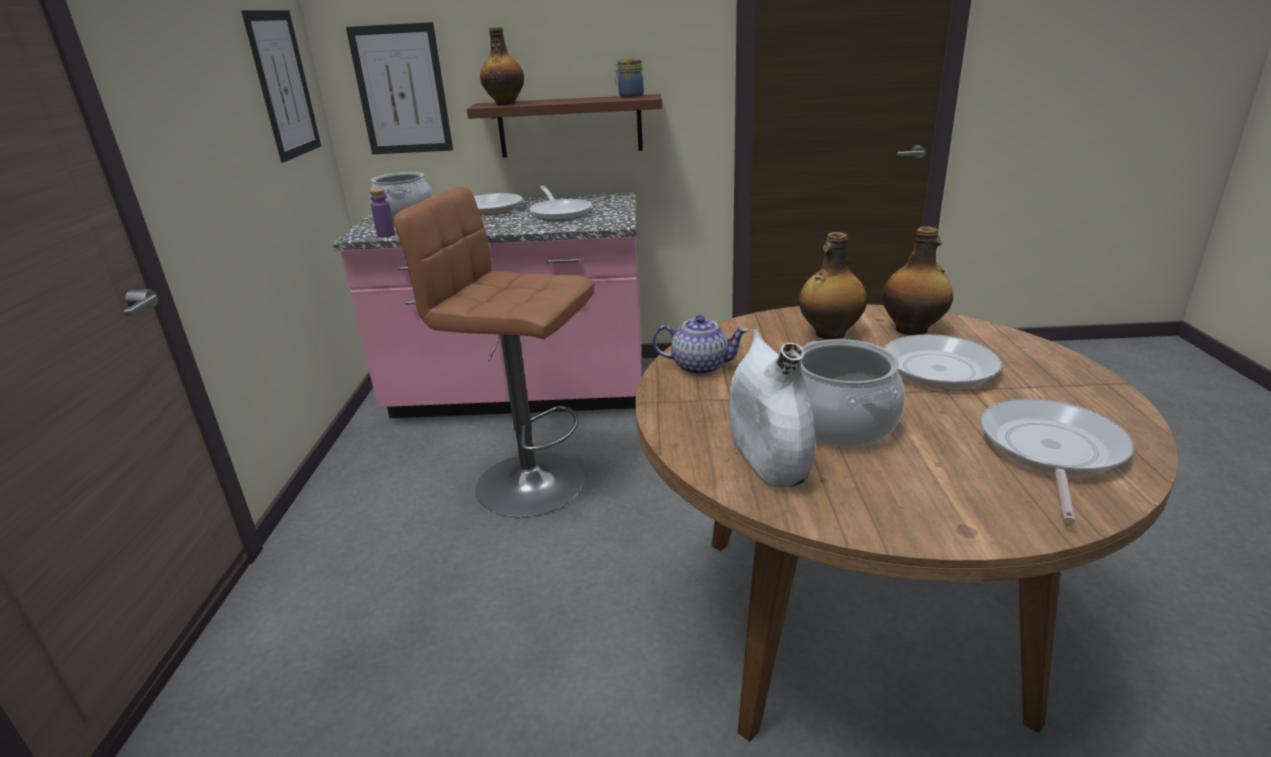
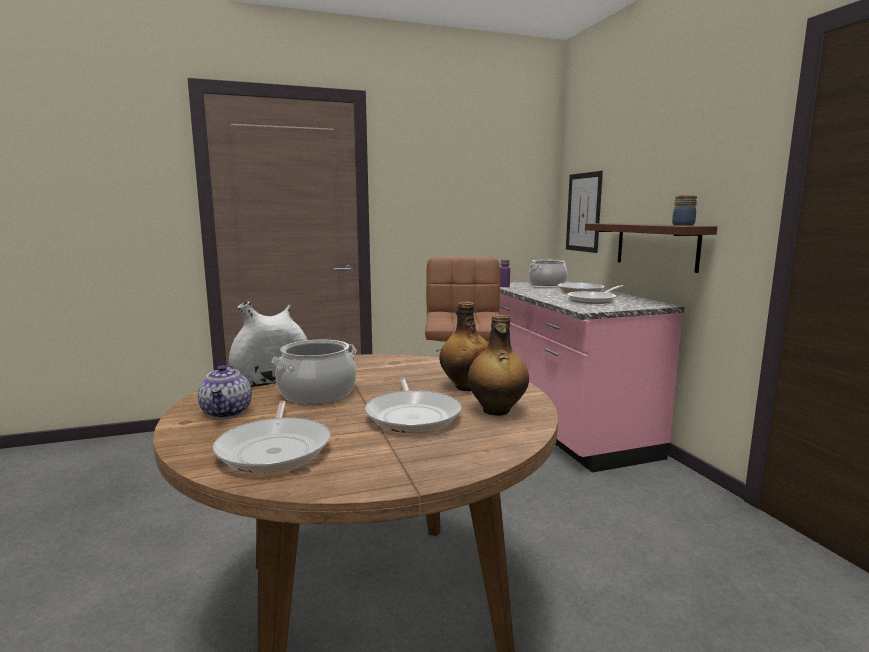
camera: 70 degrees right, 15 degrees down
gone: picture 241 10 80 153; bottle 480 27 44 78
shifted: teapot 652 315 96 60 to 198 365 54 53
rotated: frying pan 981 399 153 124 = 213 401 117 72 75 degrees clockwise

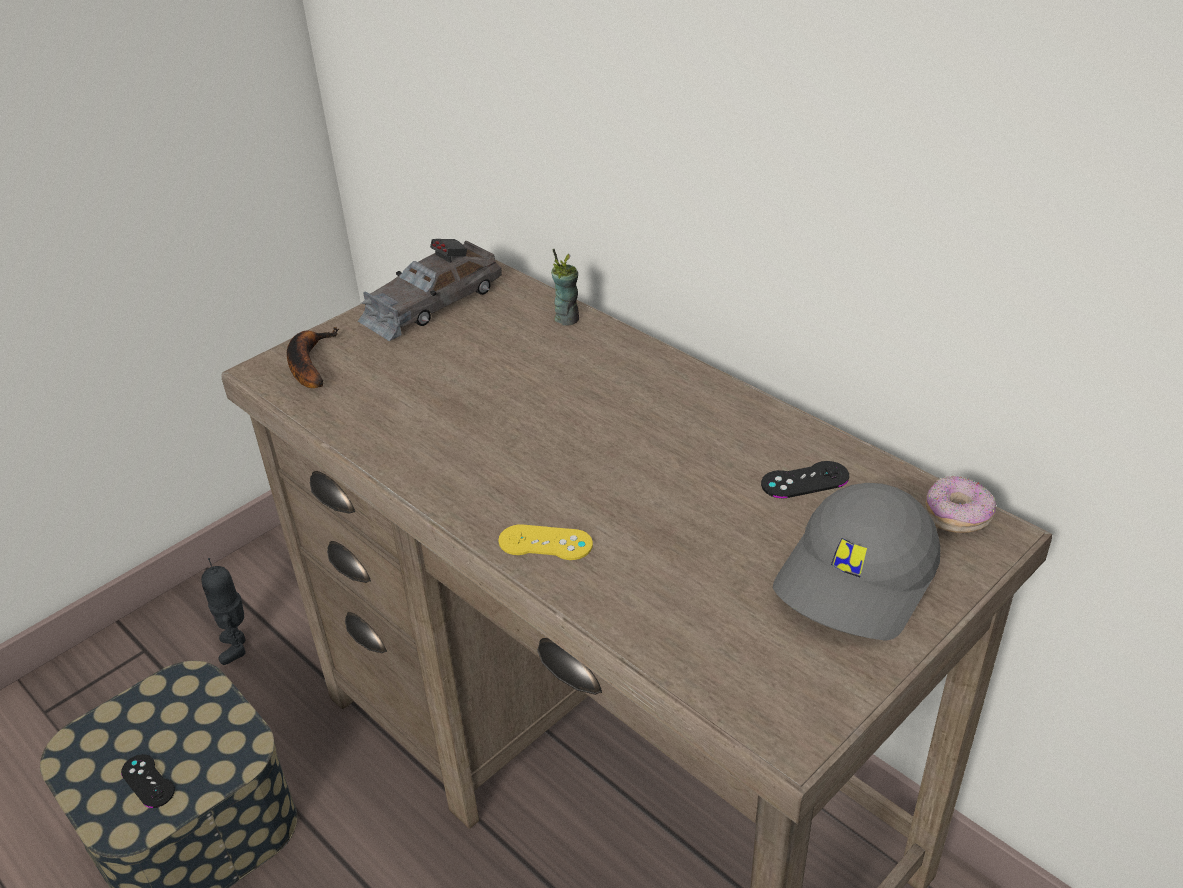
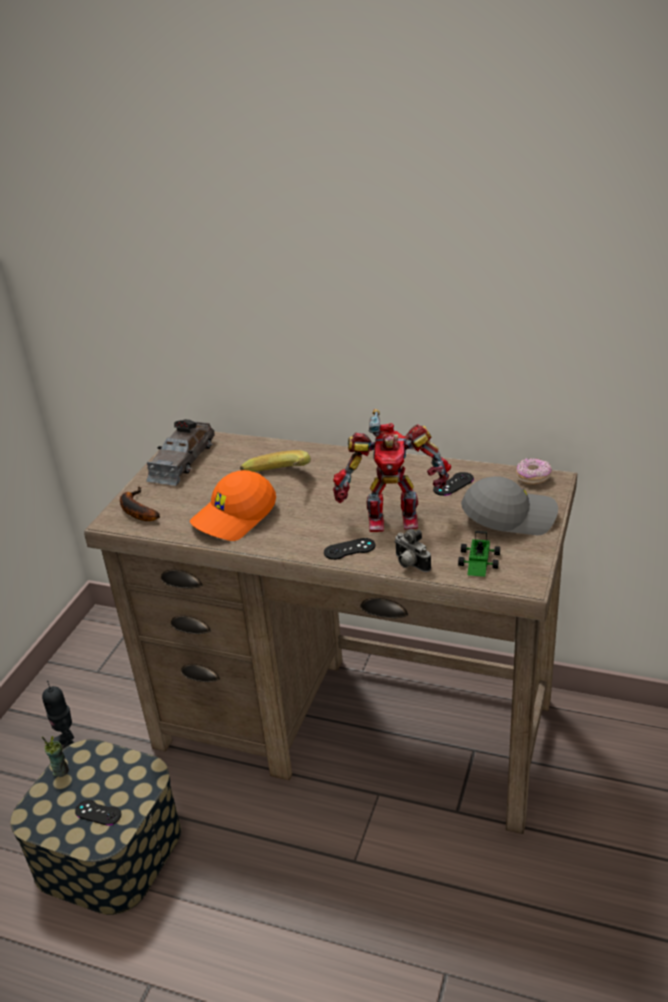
camera: 25 degrees left, 5 degrees down
new: cap in orange 190 470 86 71; banana 240 450 71 22; toy robot 333 409 118 123; photo camera 394 529 37 43; toy car 458 531 42 46
shifted: cup 551 249 28 77 to 42 736 27 41
repainted: game controller in yellow 498 525 95 35 to game controller in black 324 538 51 22
rotated: cap in grey 773 483 168 158 = 461 476 97 59 105 degrees counterclockwise

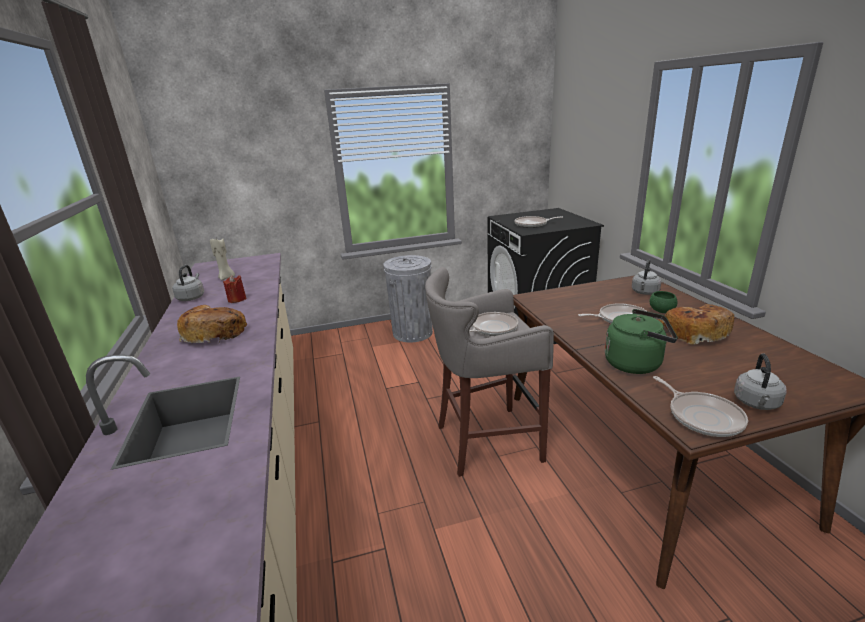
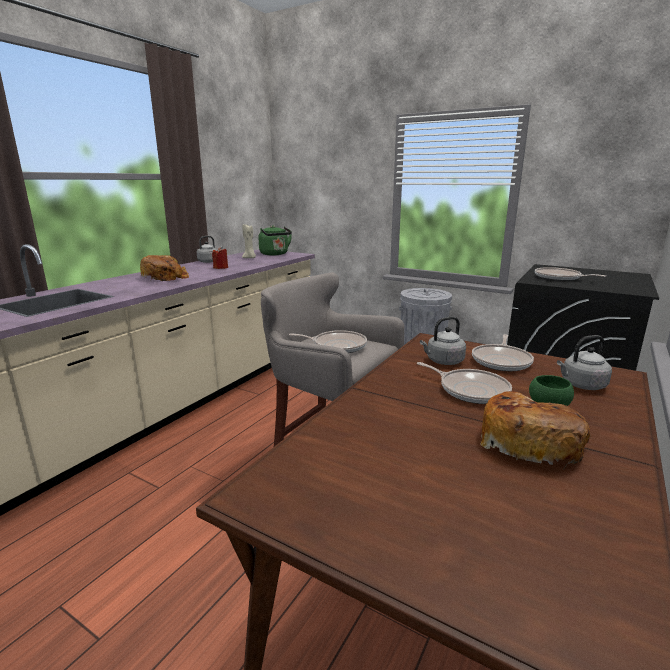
camera: 45 degrees right, 5 degrees down
shifted: kettle in green 605 309 73 65 to 259 225 33 30; frying pan 653 376 95 61 to 472 334 62 37; kettle in grey 734 353 53 57 to 420 316 46 49

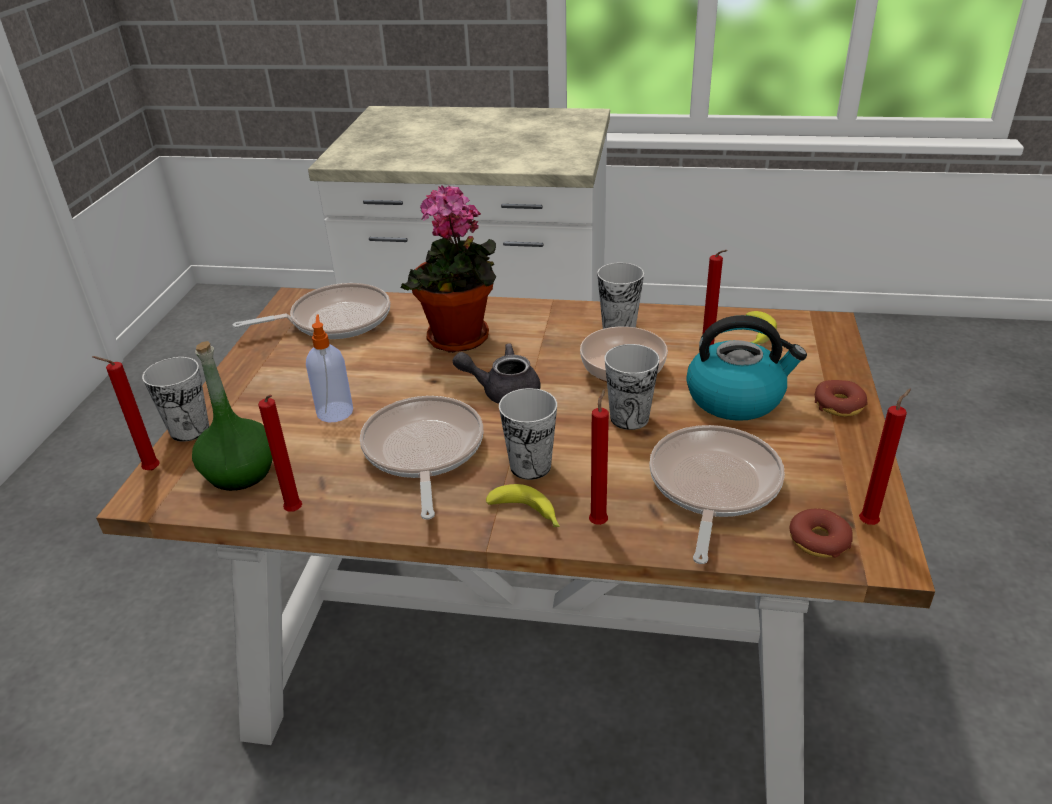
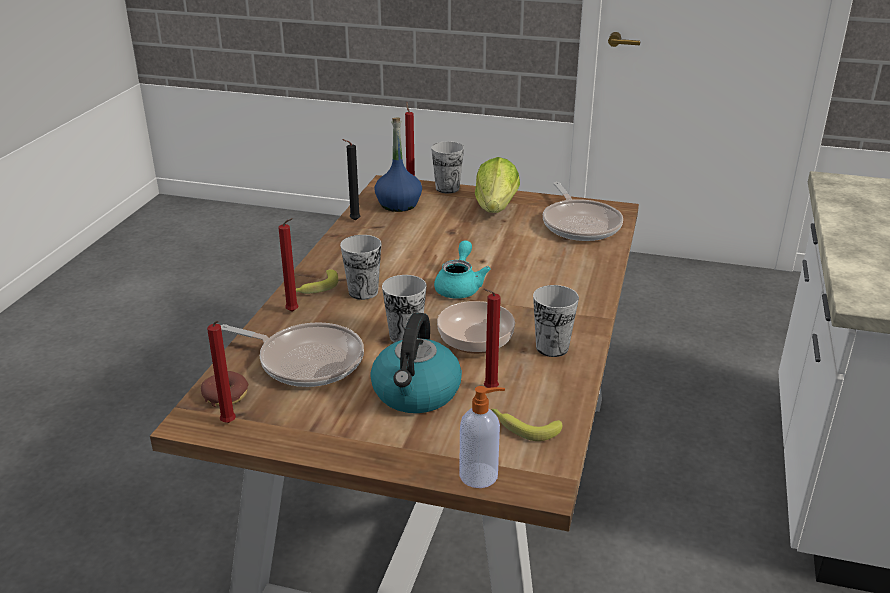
camera: 95 degrees right, 5 degrees down
gone: frying pan 360 396 123 124; potted plant 401 185 95 168; donut 815 380 53 37
new: lettuce 475 157 45 56
shifted: soap dispenser 306 314 47 108 to 459 386 46 102
repainted: bottle in green 192 341 81 150 to bottle in blue 374 117 48 95; candle in red 258 395 44 117 to candle in black 342 139 18 81; teapot in grey 453 343 88 61 to teapot in turquoise 434 240 57 58

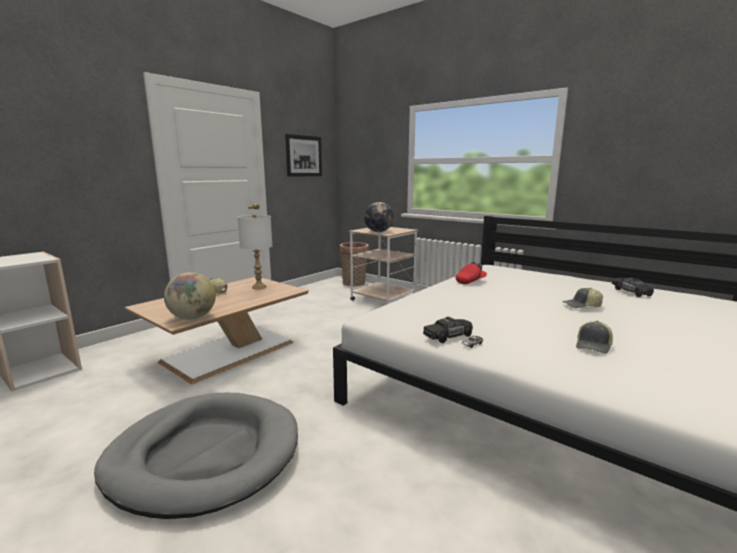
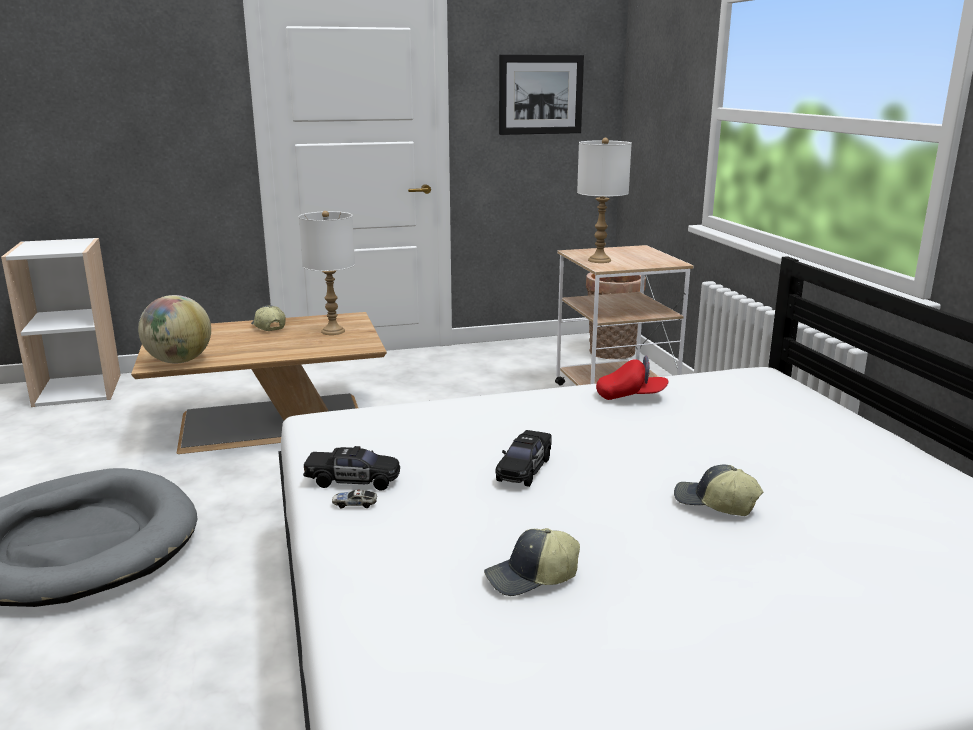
camera: 35 degrees right, 5 degrees up
shifted: toy car in black 612 277 42 20 to 496 430 56 57
swapped: globe 364 202 30 30 to table lamp in white 577 138 55 125

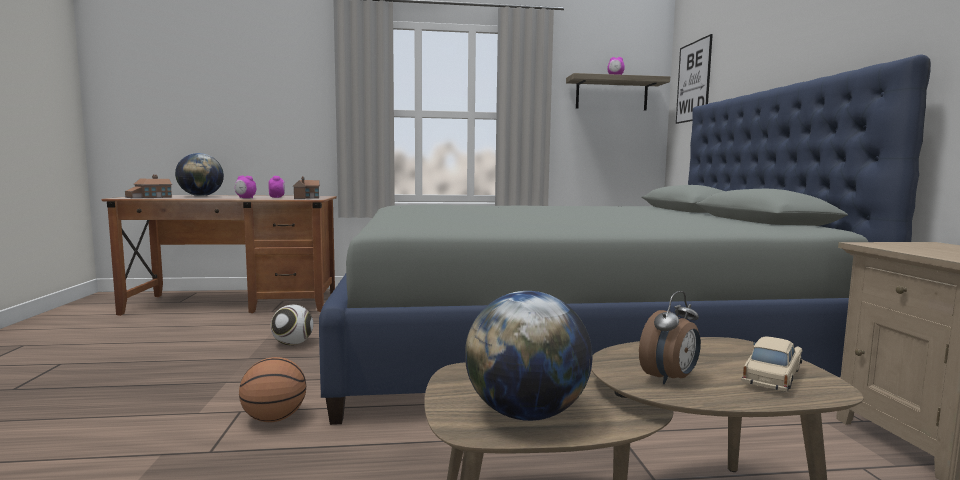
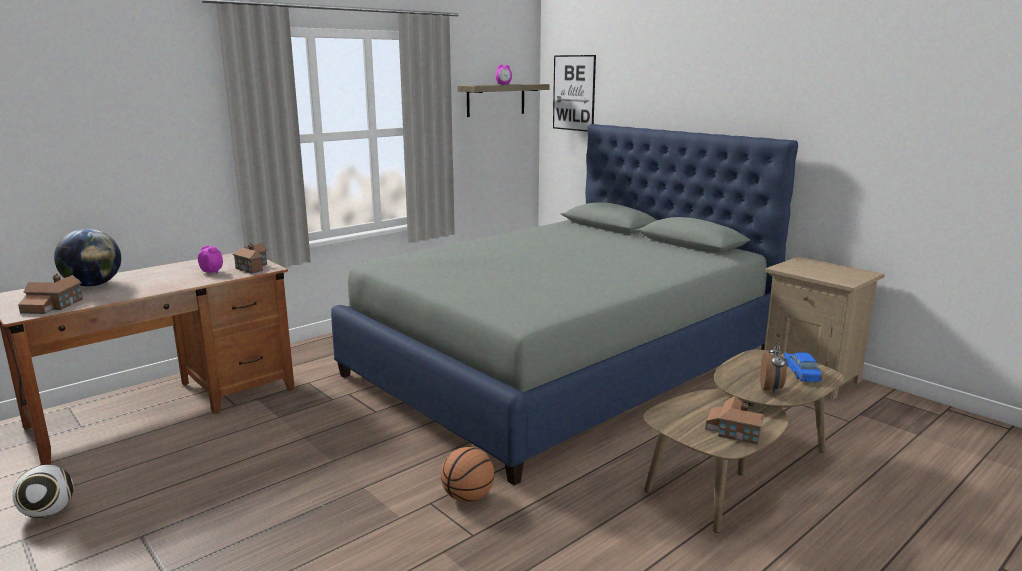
camera: 35 degrees left, 10 degrees up
gone: alarm clock 235 176 21 22
shifted: football 271 305 42 40 to 12 465 62 53
swapped: globe 465 291 127 130 to toy house 705 396 58 49
repainted: toy car in beige 742 337 61 54 to toy car in blue 784 352 39 30

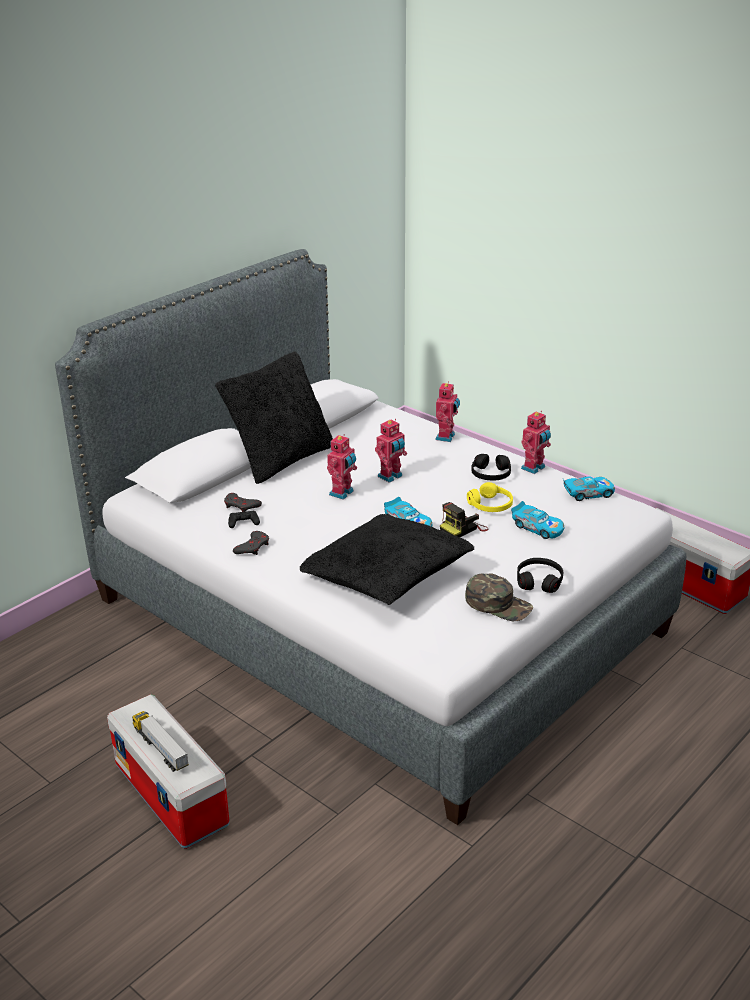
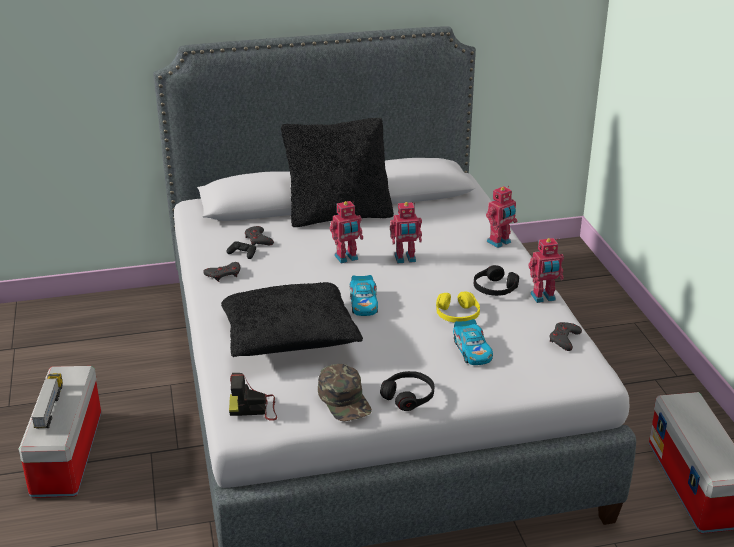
camera: 35 degrees right, 0 degrees up
shifted: photo camera 440 502 48 36 to 229 373 48 48
swapped: toy car 563 476 52 25 to game controller in grey 550 322 32 29

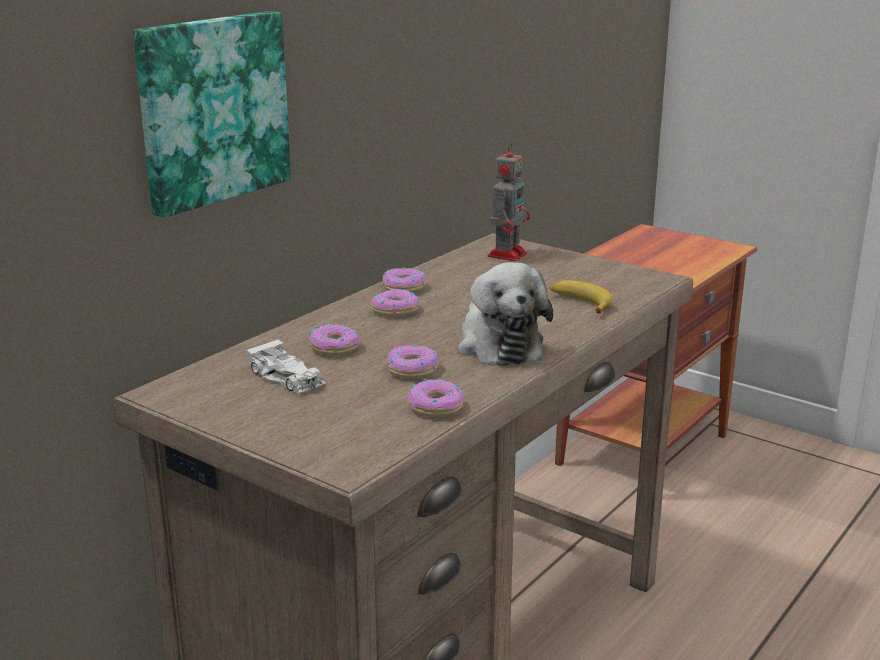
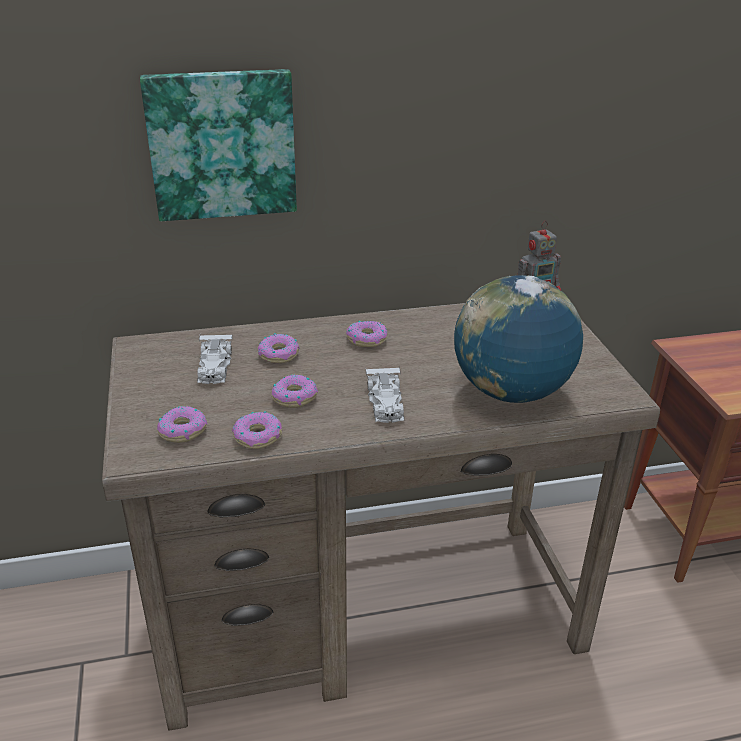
camera: 40 degrees right, 10 degrees up
shifted: donut 382 267 44 26 to 157 406 51 37
swapped: plush toy 458 262 95 104 to toy car in white 366 367 38 56; banana 550 280 63 33 to globe 454 275 129 128

